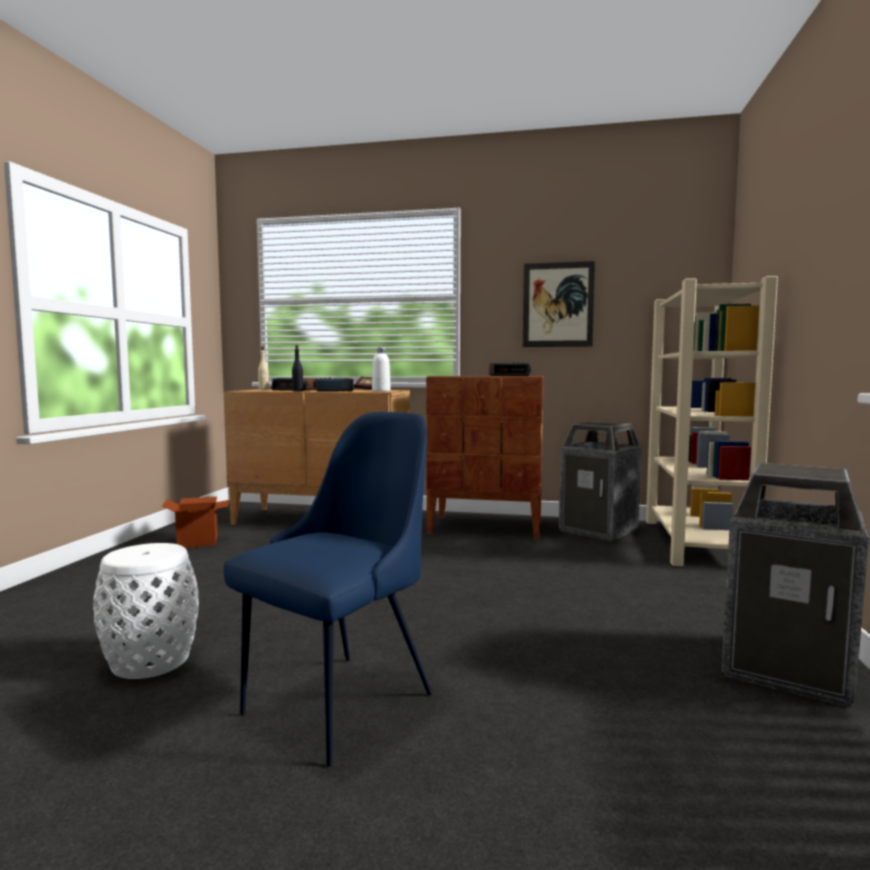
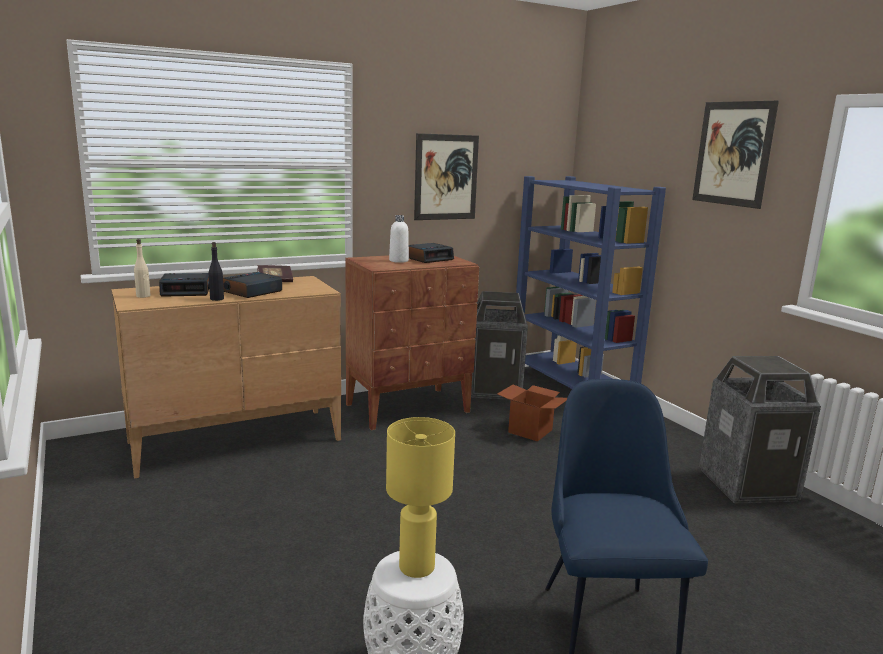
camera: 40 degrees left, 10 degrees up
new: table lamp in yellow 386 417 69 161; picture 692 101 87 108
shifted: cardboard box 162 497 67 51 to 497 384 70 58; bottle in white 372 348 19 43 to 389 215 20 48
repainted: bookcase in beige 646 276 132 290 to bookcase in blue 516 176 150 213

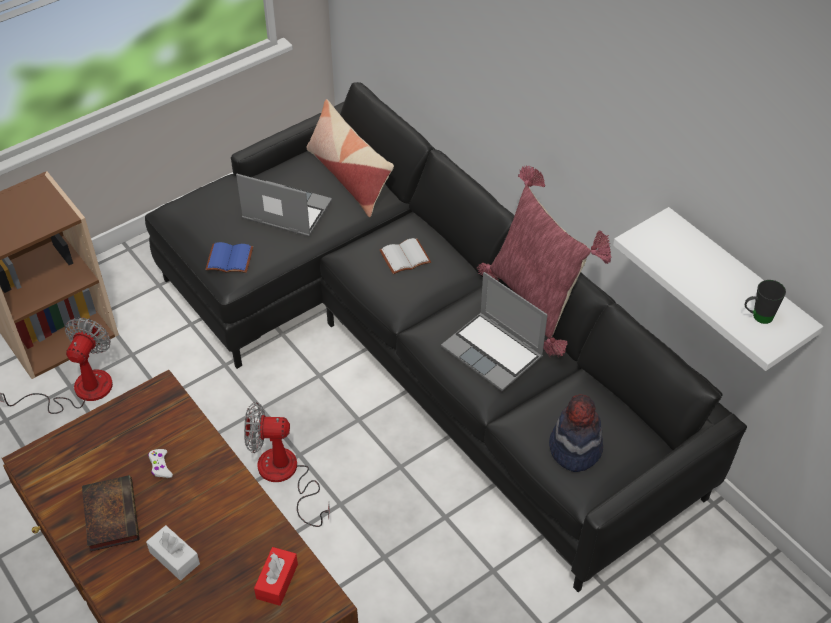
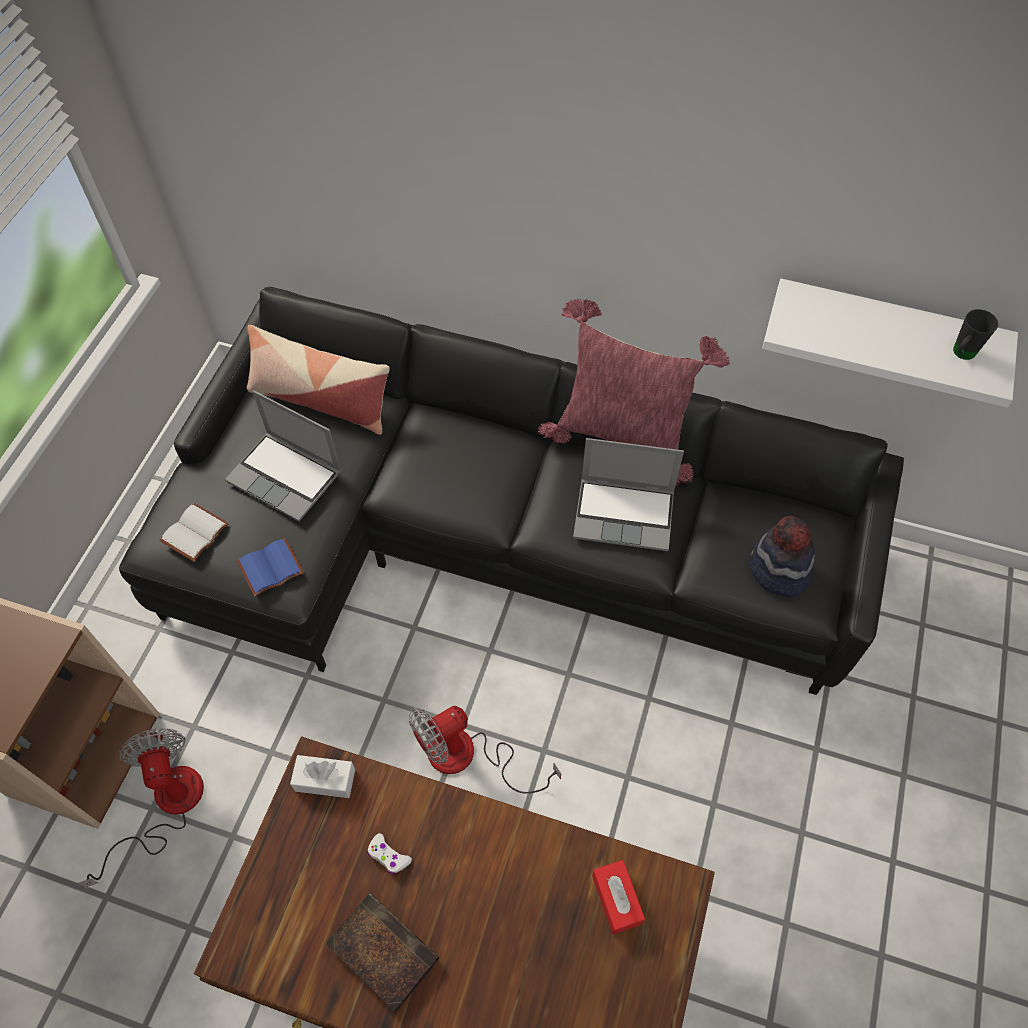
camera: 35 degrees left, 10 degrees up
shifted: tissue box in white 146 525 54 56 to 290 755 65 43; book in white 380 238 51 36 to 159 503 70 59
rotated: laptop 236 174 96 63 = 225 390 116 132 135 degrees counterclockwise

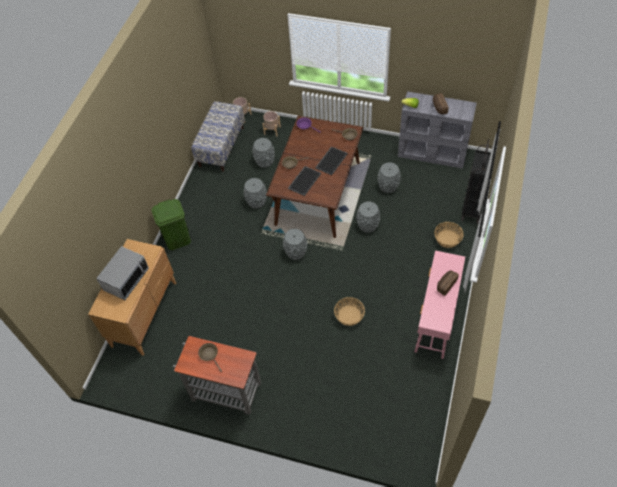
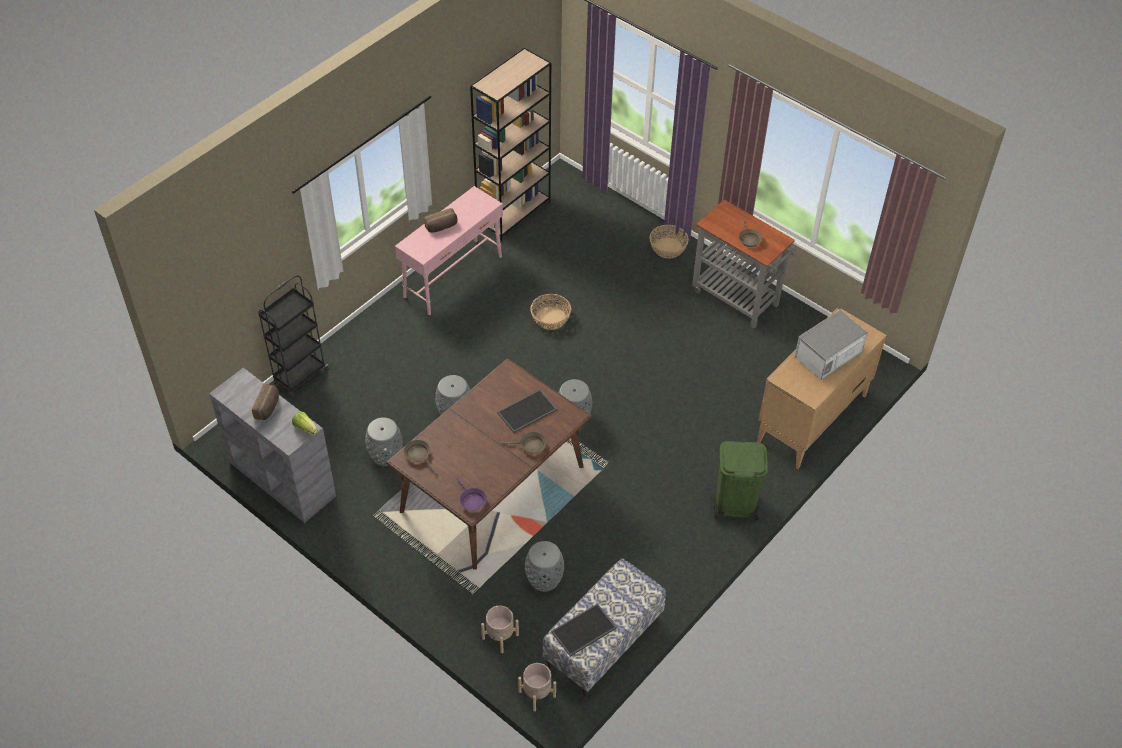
camera: 160 degrees left, 5 degrees down
gone: stool in grey 244 178 23 31
new: bookcase in beige 470 48 81 194
shifted: tray 315 146 33 29 to 551 603 66 54; basket 434 222 30 26 to 649 225 40 33

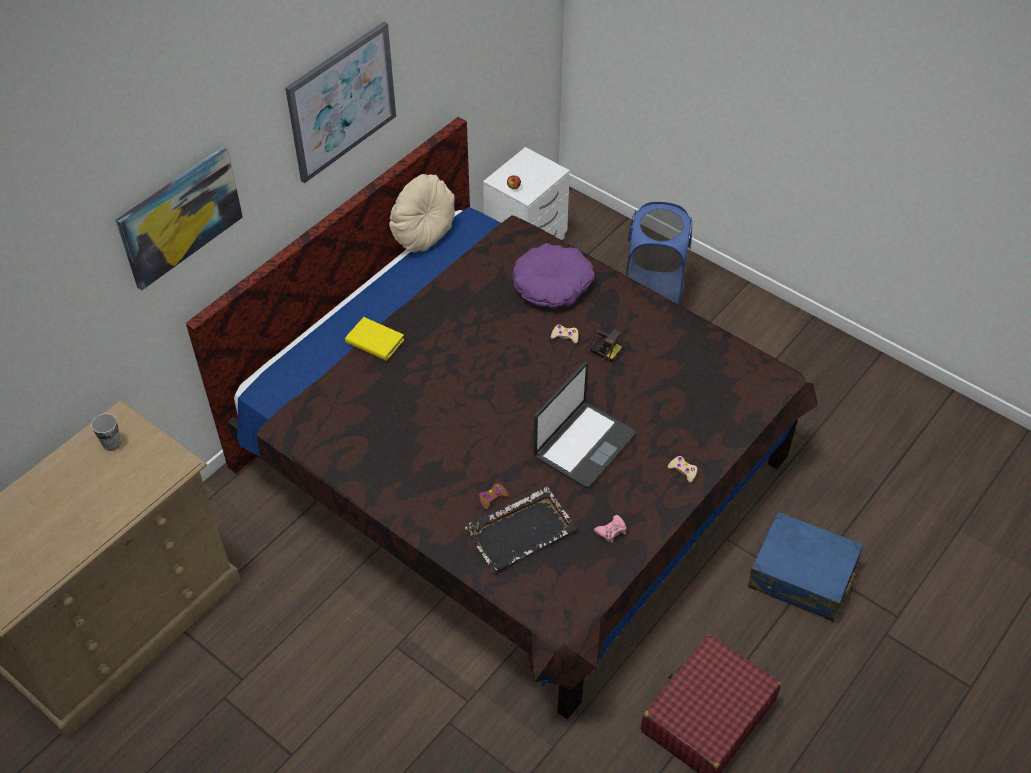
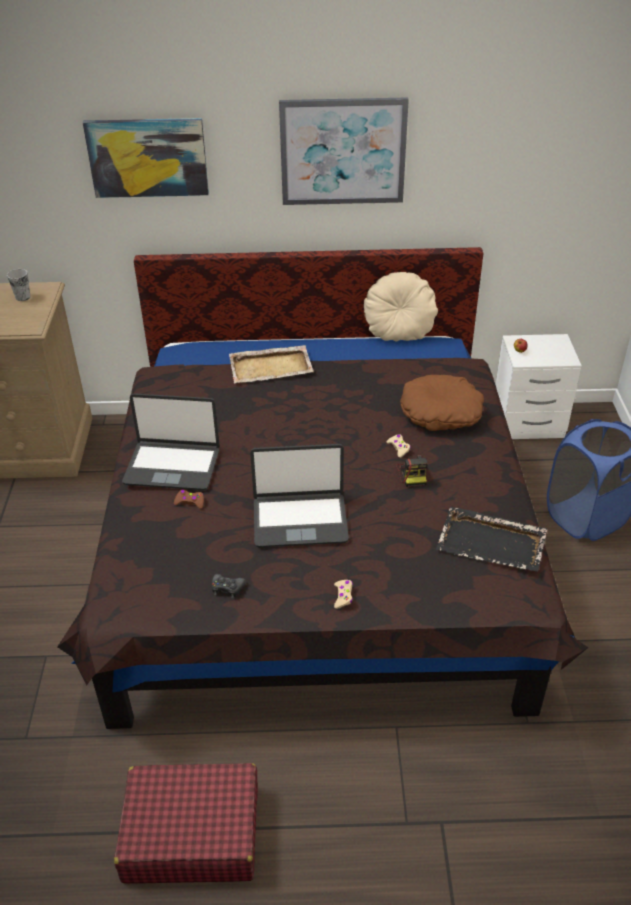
camera: 50 degrees right, 10 degrees down
gone: suitcase in blue 748 512 116 110
new: laptop 122 393 98 97
shifted: tray in black 464 486 113 86 to 436 507 112 65
swapped: book in yellow 345 317 59 44 to tray in beige 229 345 85 38
repainted: pillow in purple 513 243 82 65 to pillow in brown 400 375 84 56; game controller in pink 594 515 33 28 to game controller in black 212 574 34 24

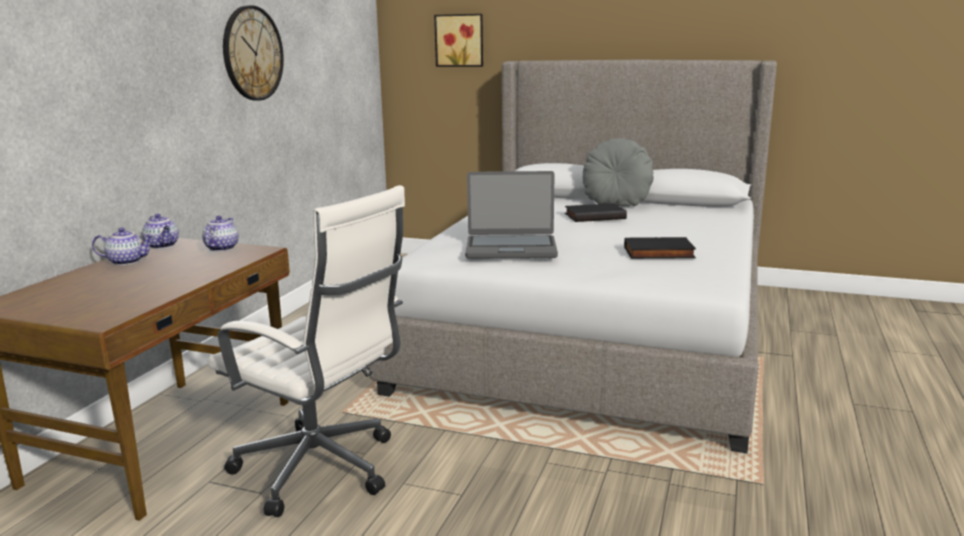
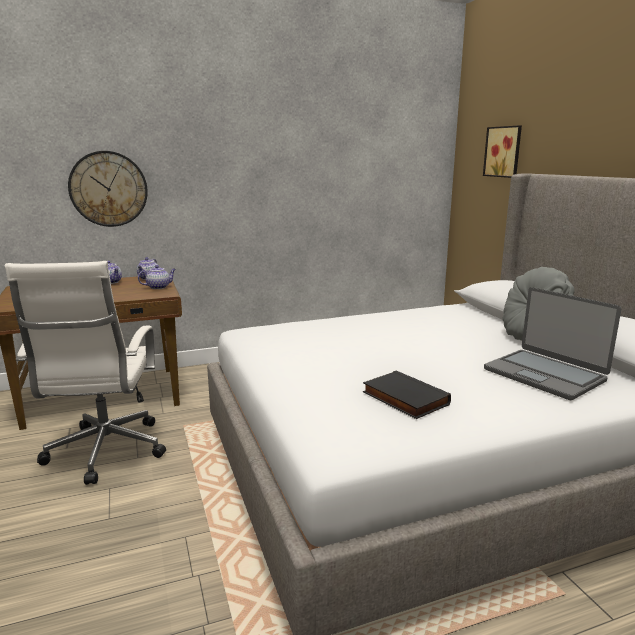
camera: 50 degrees right, 0 degrees up
gone: book in black 565 203 62 19
shifted: wall clock 223 5 61 95 to 68 151 80 76; laptop 465 171 93 88 to 484 287 137 113

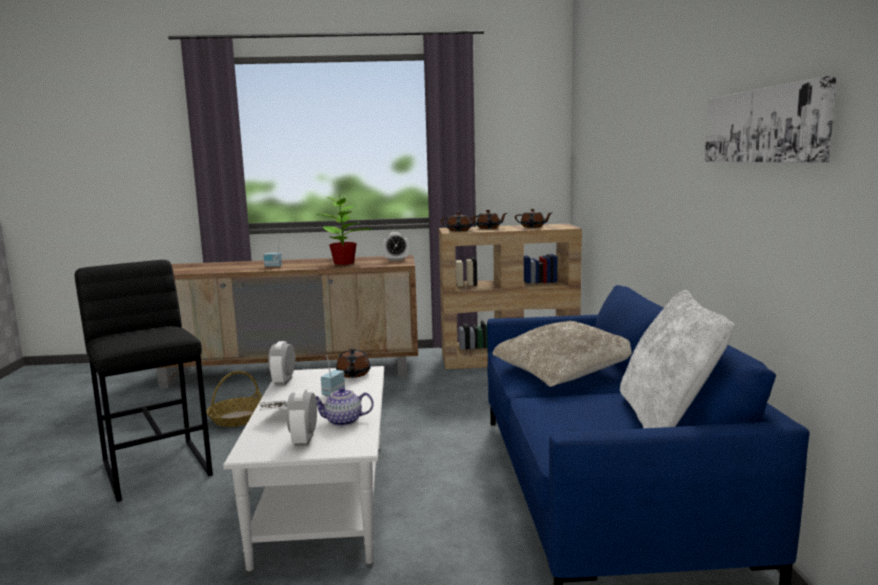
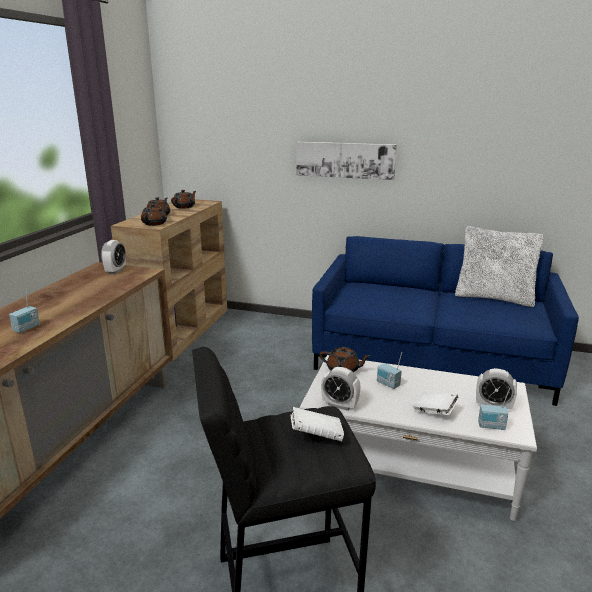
camera: 70 degrees left, 10 degrees up
gone: basket 206 371 56 56; teapot 315 387 59 39; potted plant 316 197 58 68; pillow in beige 492 321 140 66
new: book in white 291 407 53 34; radio 478 387 32 43
shifted: picture 705 76 132 87 to 296 142 101 38

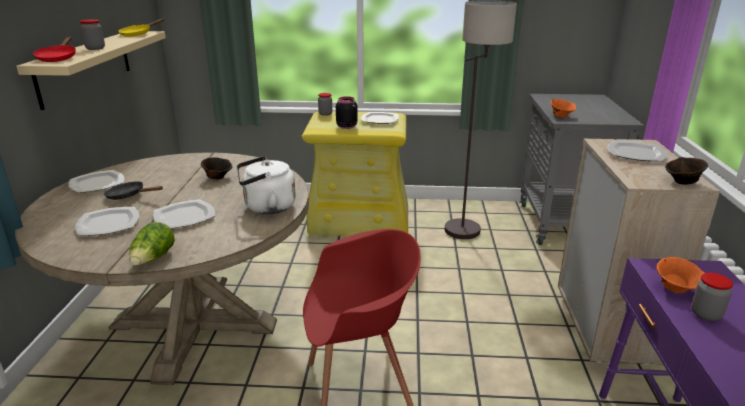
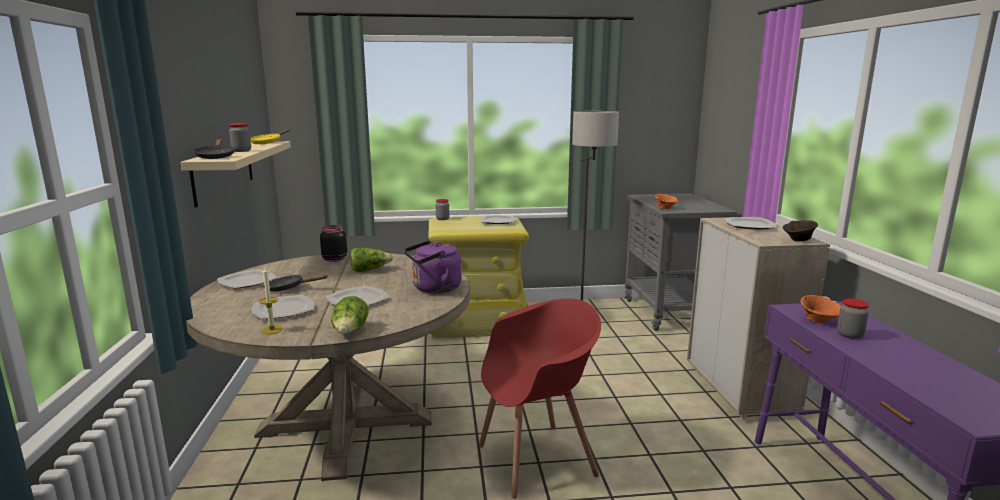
camera: 10 degrees left, 10 degrees down
new: candle 259 267 24 67
shifted: jar in black 336 96 22 33 to 320 225 27 37
swapped: bowl in brown 201 157 31 23 to lettuce 350 248 43 24
repainted: frying pan in red 33 36 43 26 to frying pan in black 193 138 42 21; kettle in white 237 156 59 58 to kettle in purple 404 240 58 53

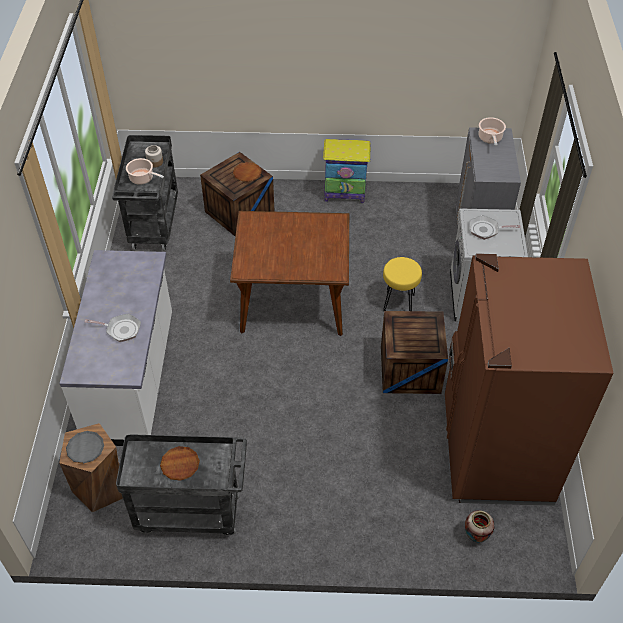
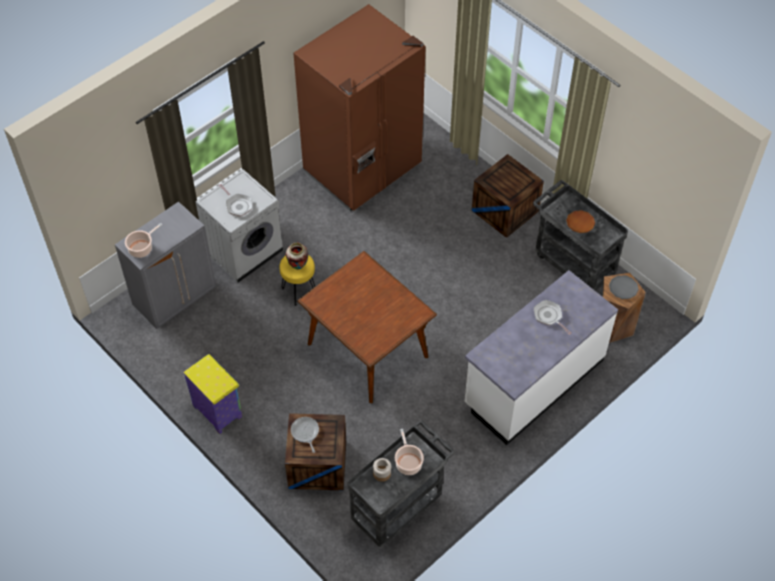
camera: 135 degrees left, 5 degrees up
shifted: crate 381 311 67 83 to 472 154 72 84; vase 465 510 29 33 to 286 243 22 27
swapped: plate in brown 233 162 29 20 to frying pan 291 417 28 36

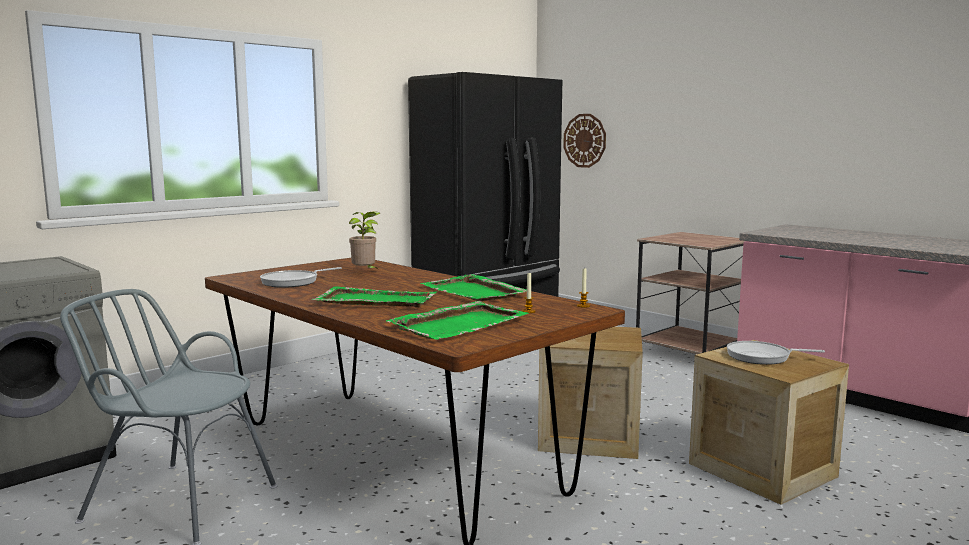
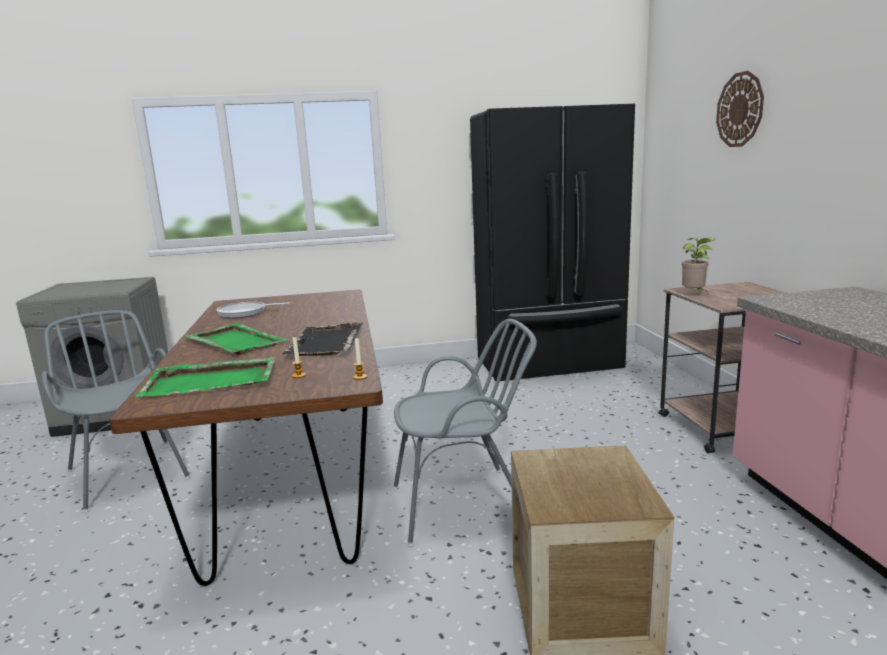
camera: 35 degrees right, 5 degrees up
gone: frying pan 727 341 98 24
shifted: potted plant 349 211 31 58 to 682 237 34 54; wall clock 563 114 43 54 to 716 71 48 76
swapped: crate 538 327 105 132 to chair in grey 393 319 144 228
repainted: tray in green 420 274 107 27 to tray in black 282 322 81 34

